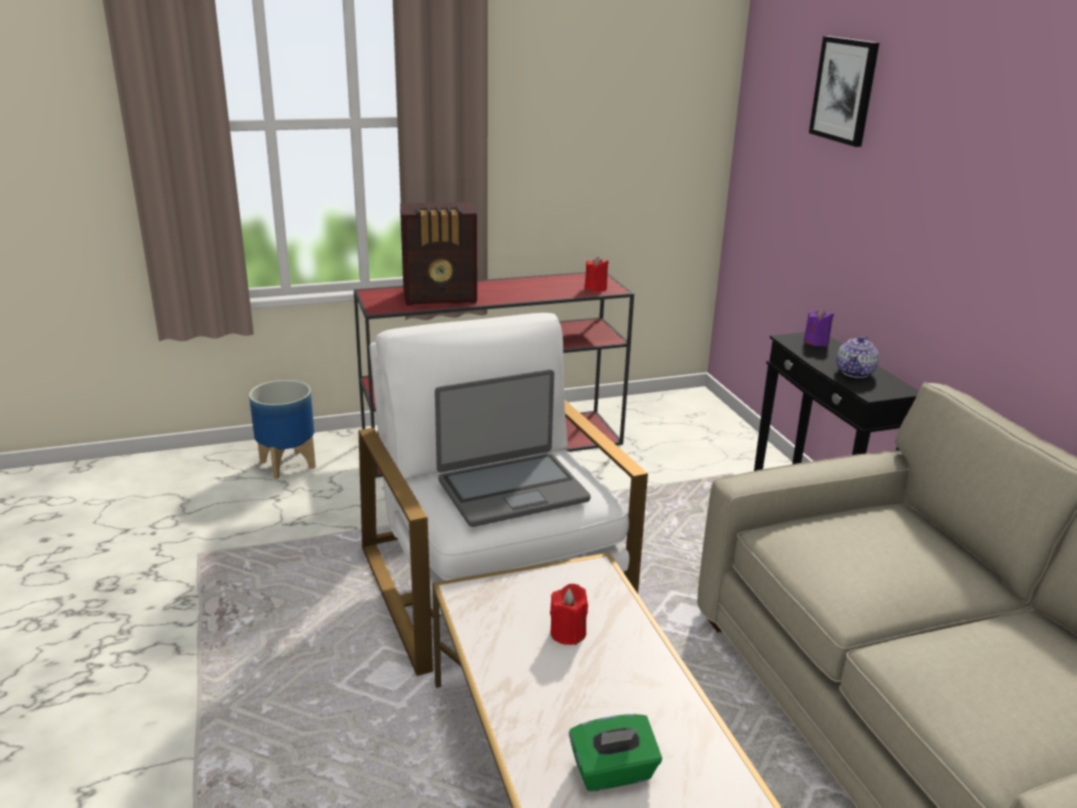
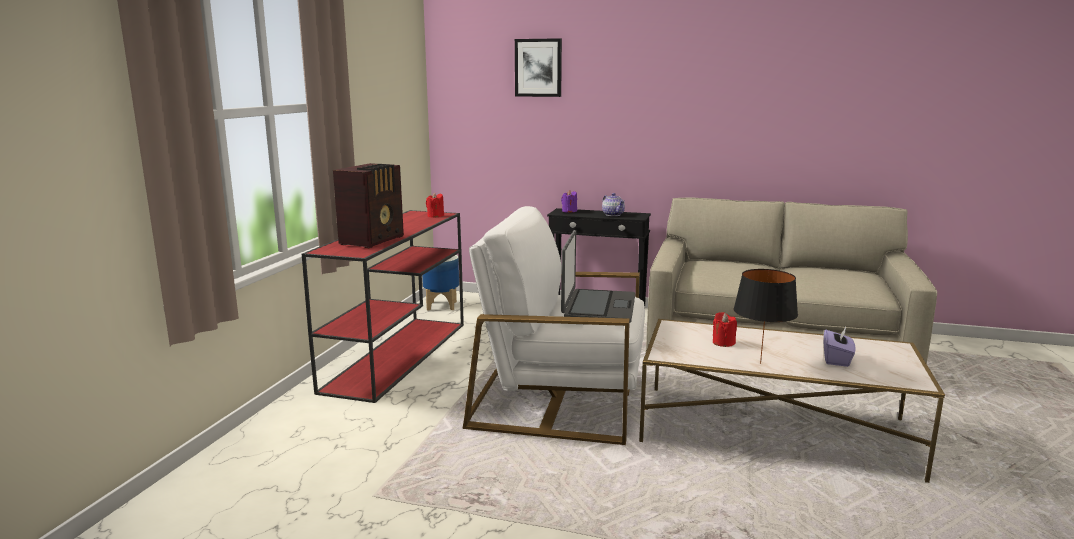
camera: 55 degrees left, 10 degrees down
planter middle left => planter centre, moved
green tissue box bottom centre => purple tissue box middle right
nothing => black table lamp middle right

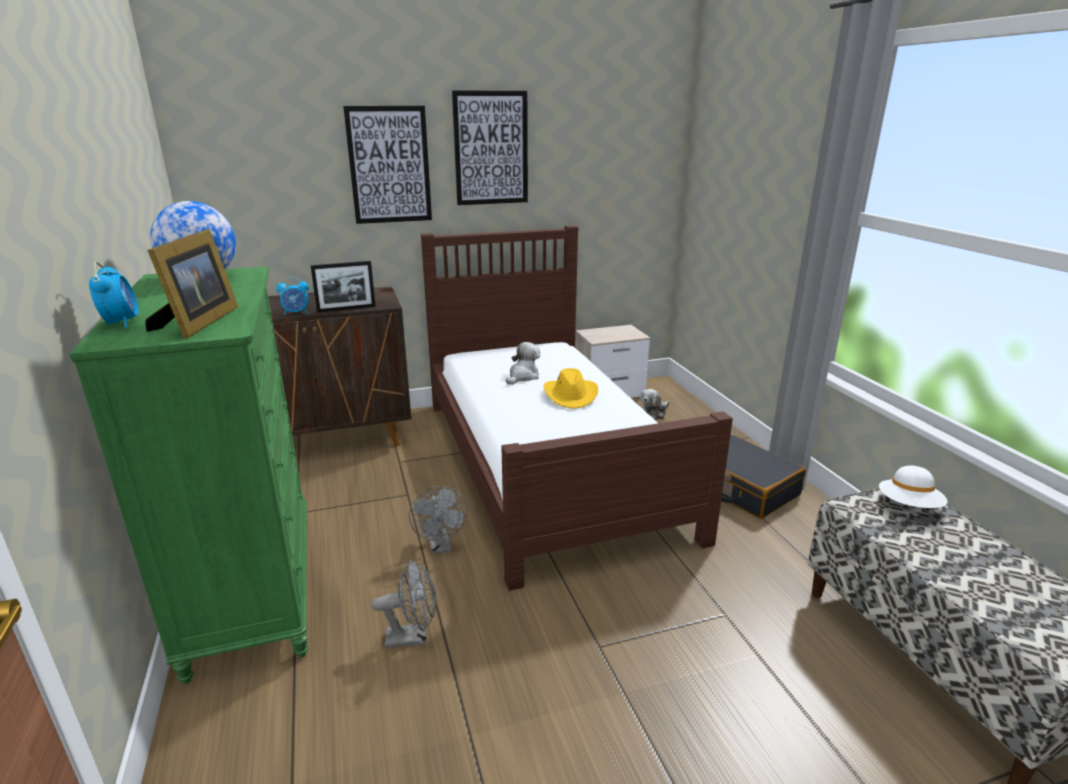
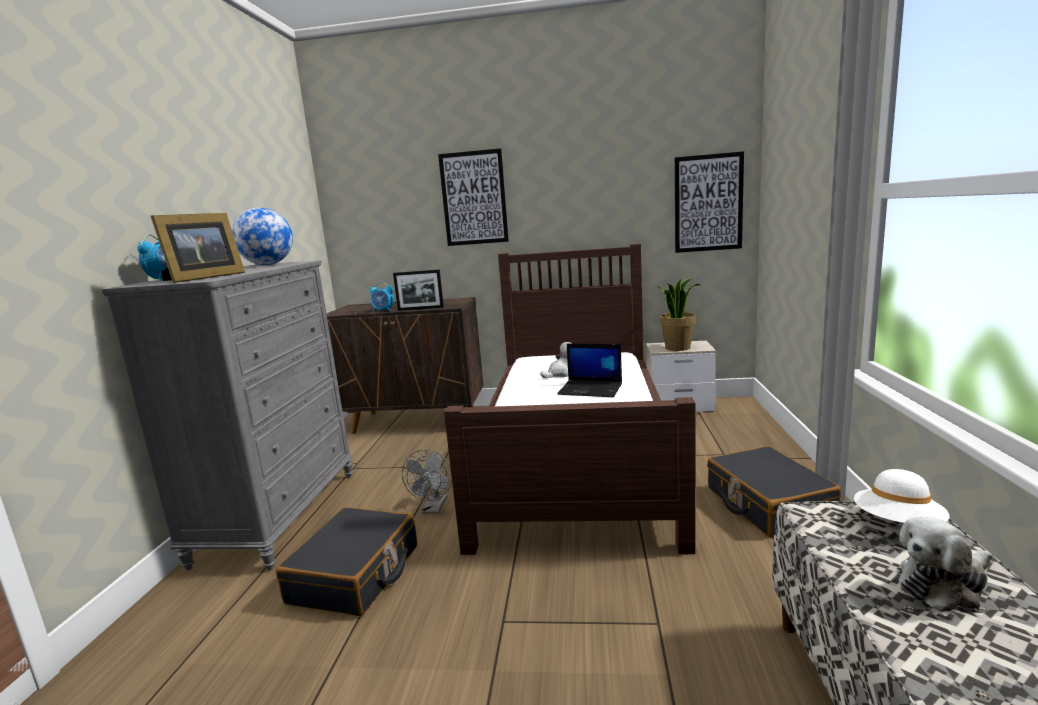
camera: 25 degrees right, 10 degrees down
green dresser middle left => grey dresser middle left
grey fan (1st from left) bottom centre => black suitcase (1st from left) bottom centre
picture (2nd from left) top centre => picture (2nd from left) top right, moved
yellow hat centre => laptop centre
plush toy (2nd from left) centre => plush toy (2nd from left) bottom right, moved
nothing => potted plant centre

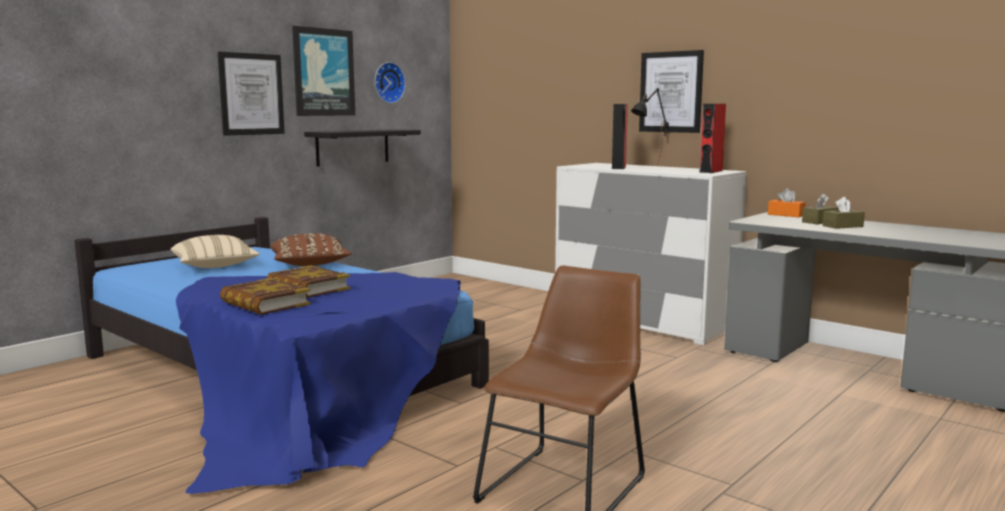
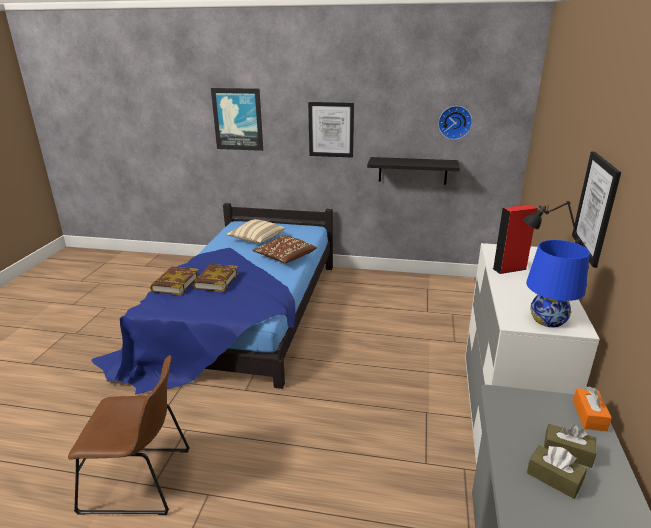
camera: 60 degrees right, 15 degrees up
picture (2nd from left in the first image) top left => picture (1st from left) top centre, moved
red speaker (2nd from left) top right => blue table lamp middle right

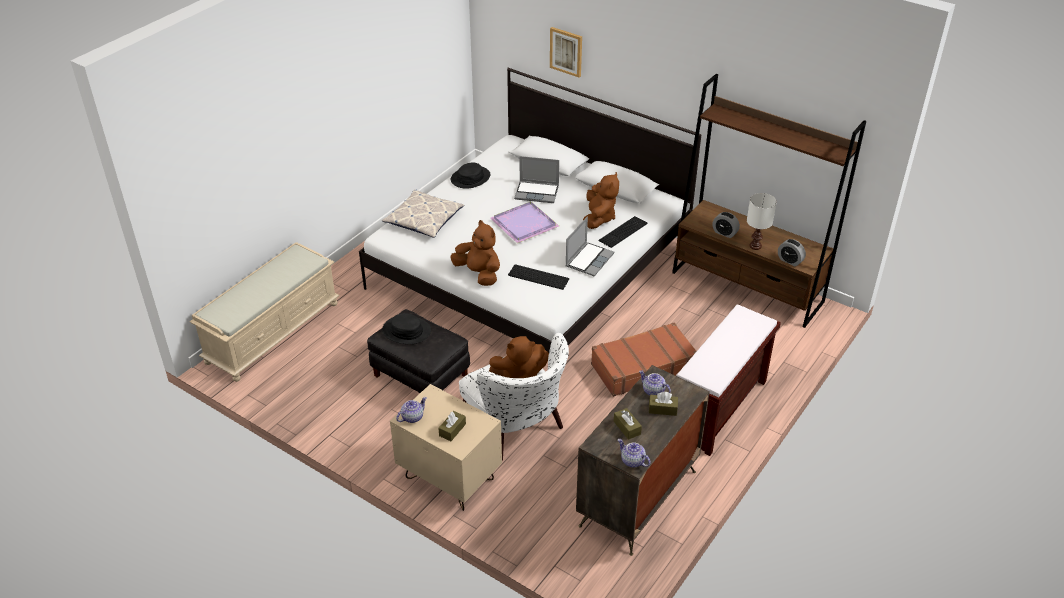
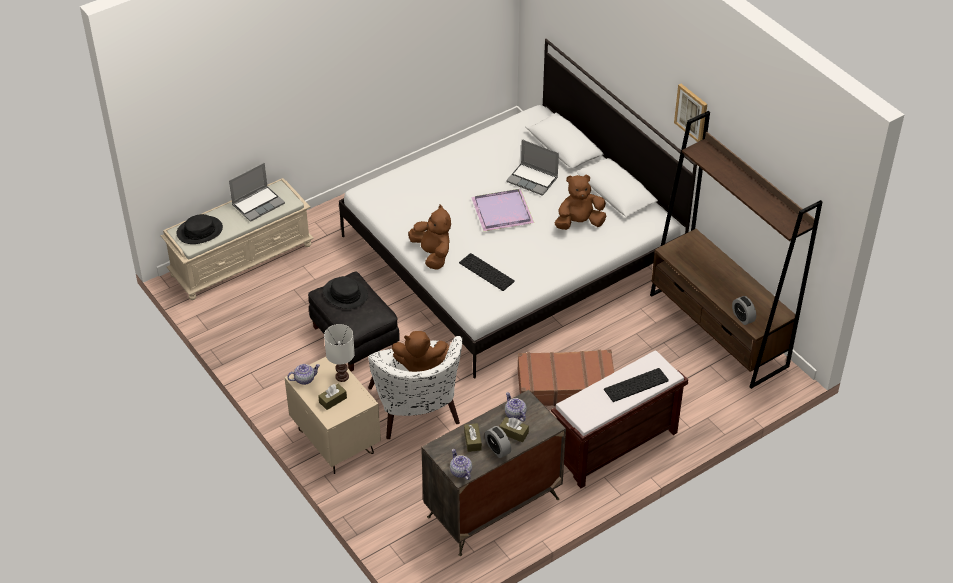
camera: 20 degrees right, 5 degrees up
pillow centre => nothing
black hat (2nd from left in the first image) top centre => black hat (1st from left) middle left, moved
picture top centre => picture top right, moved
laptop (2nd from left in the first image) centre => laptop (1st from left) top left, moved
brown plush toy (3rd from left) centre, 135 degrees counterclockwise
keyboard (2nd from left) centre => keyboard (2nd from left) middle right, moved
alarm clock (1st from left) middle right => alarm clock (1st from left) bottom centre, moved
white table lamp middle right => white table lamp centre, moved

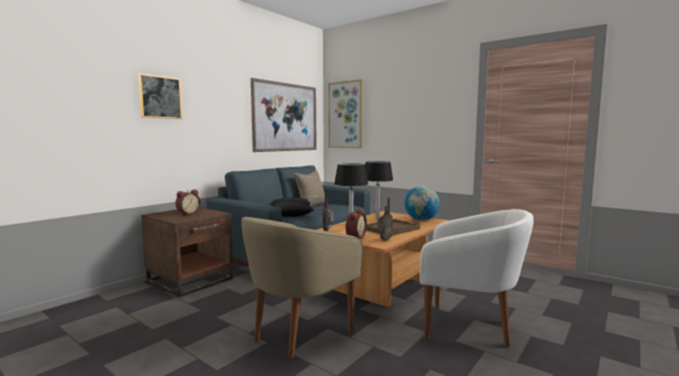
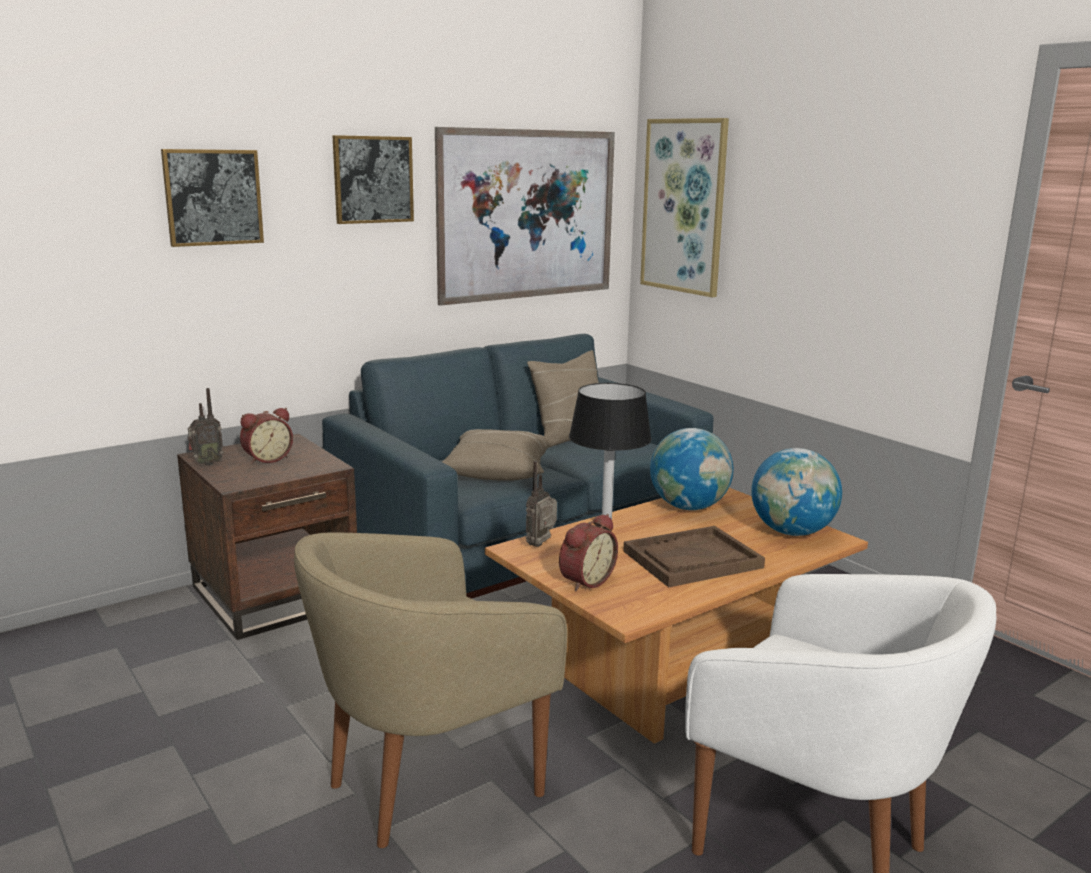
camera: 15 degrees right, 10 degrees up
black pillow centre => beige pillow (1st from left) centre
black table lamp (2nd from left) centre => globe (1st from left) centre
radio (2nd from left in the first image) centre => radio (1st from left) middle left, moved
nothing => picture (2nd from left) top centre

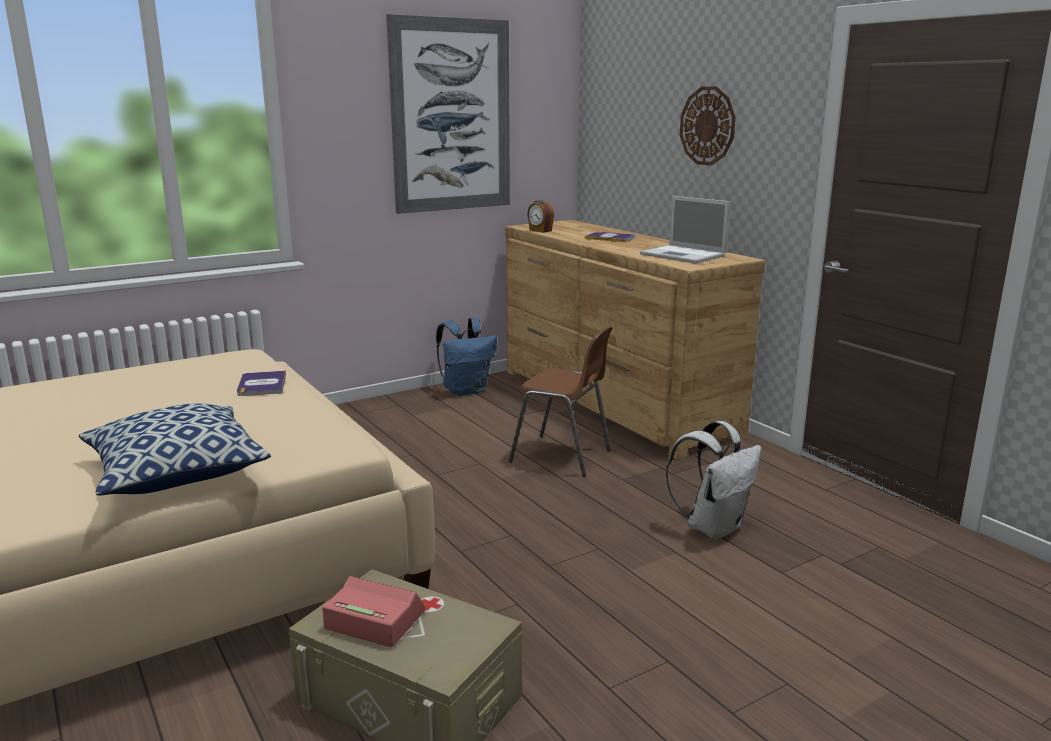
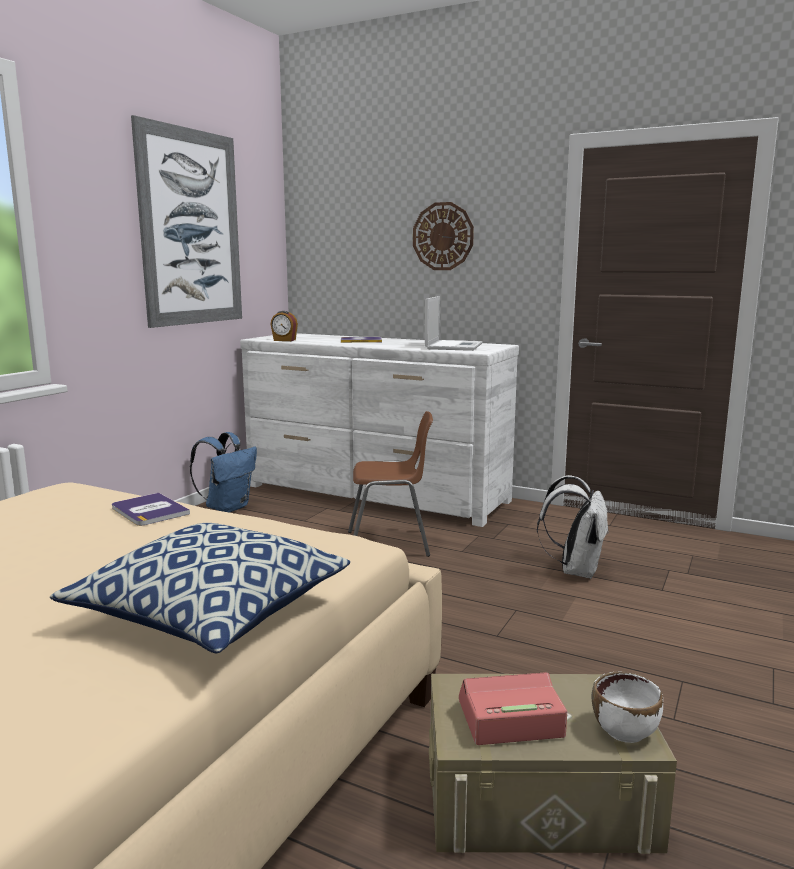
camera: 30 degrees left, 5 degrees down
brown dresser centre => white dresser centre
laptop top centre => laptop centre, 90 degrees counterclockwise
nothing => white bowl bottom right

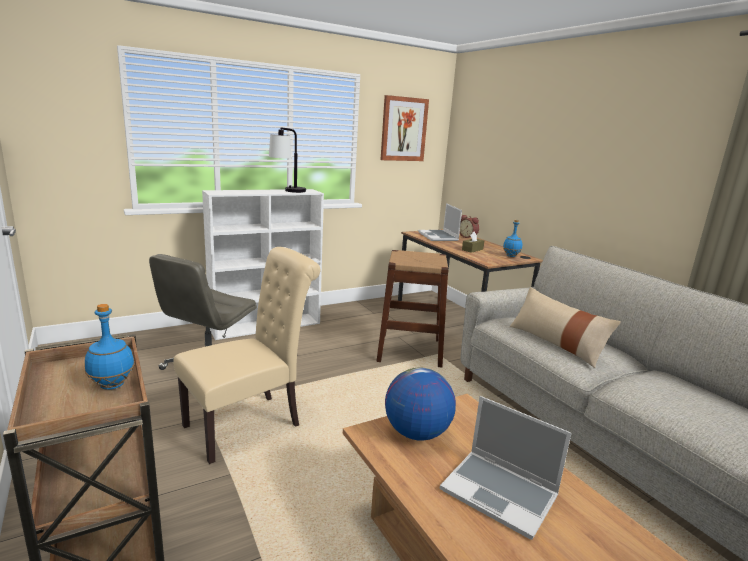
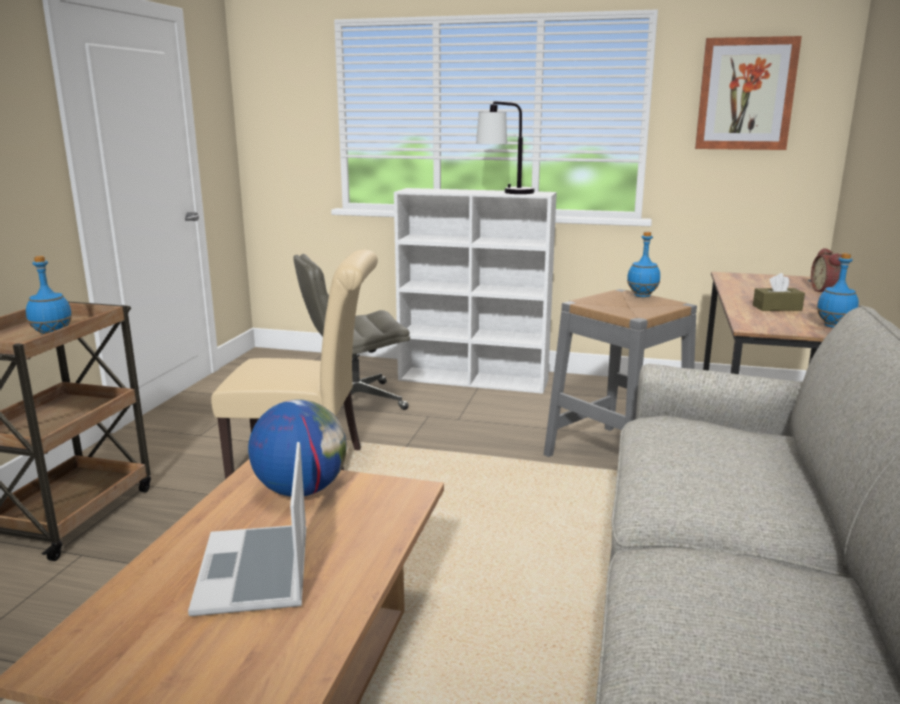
camera: 45 degrees right, 0 degrees up
brown stool centre => grey stool middle right
laptop (1st from left) centre => nothing
beige pillow middle right => nothing
nothing => blue bottle (2nd from left) middle right

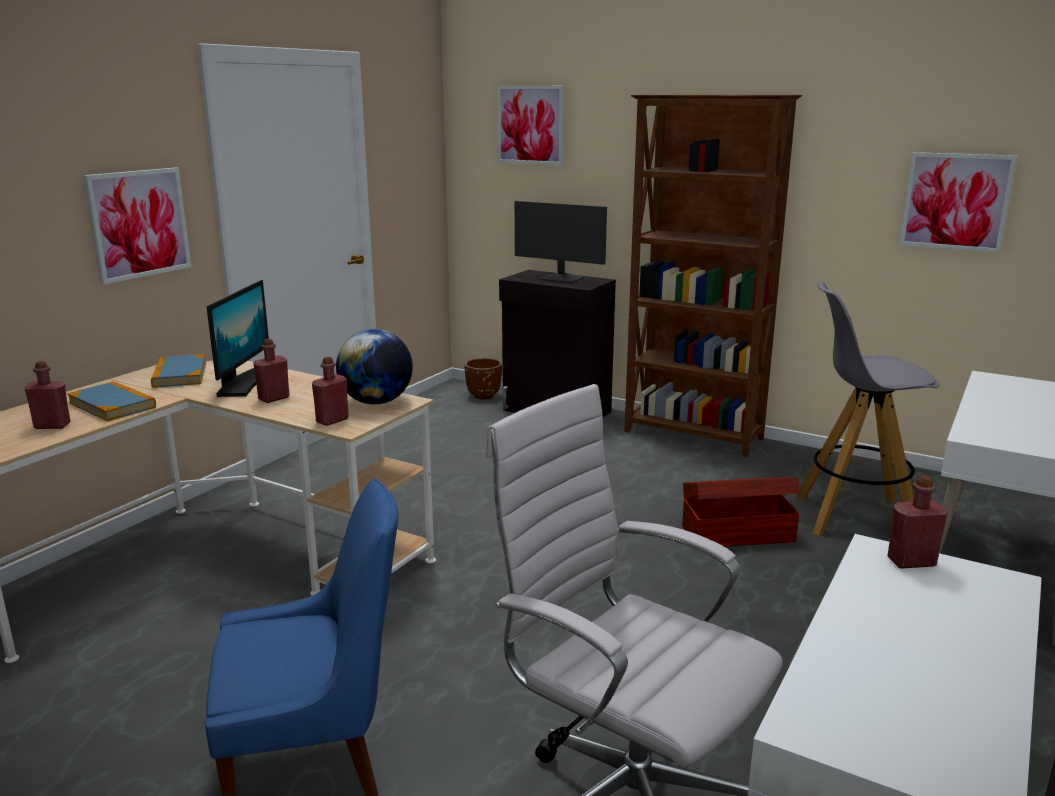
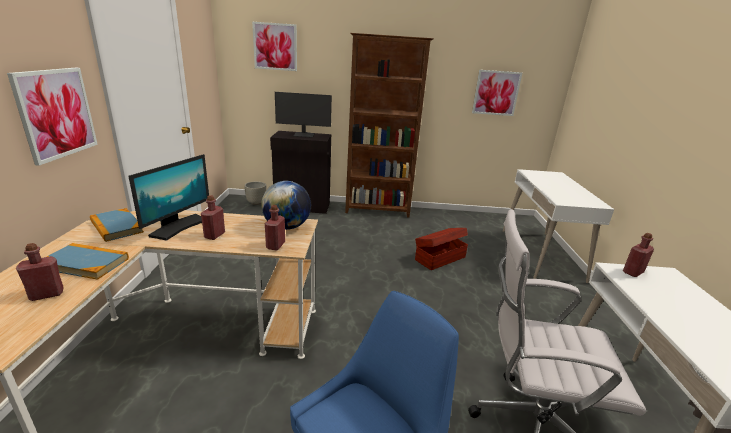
camera: 30 degrees left, 5 degrees up
monitor (1st from left) middle left, 45 degrees clockwise
brown planter centre => grey planter centre
grey stool middle right => nothing

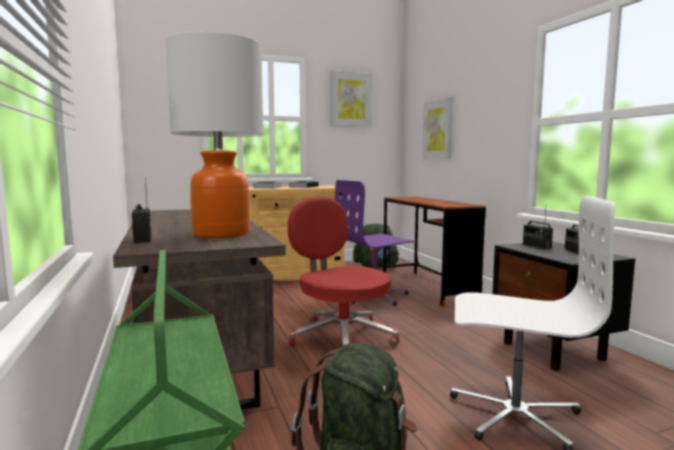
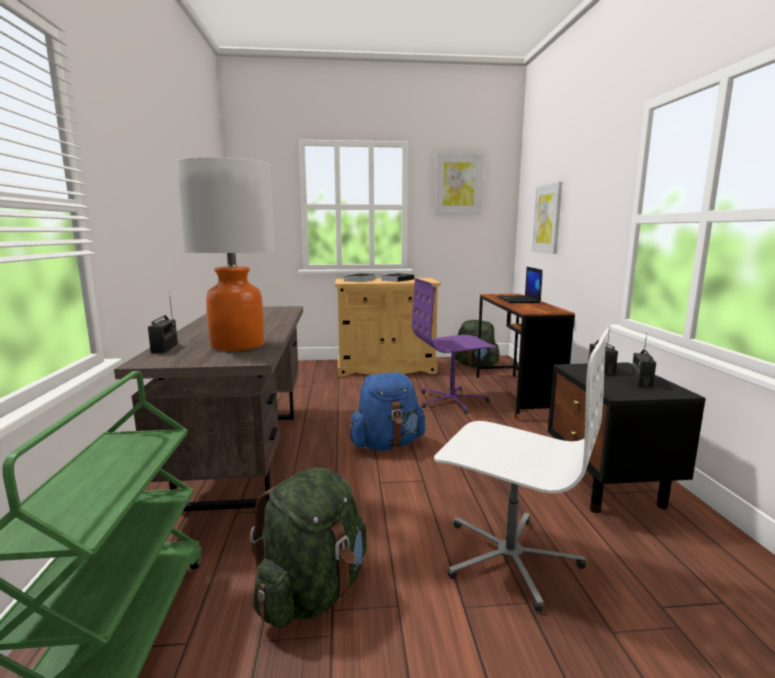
camera: 15 degrees right, 5 degrees up
red office chair centre => blue backpack centre
nothing => laptop middle right

